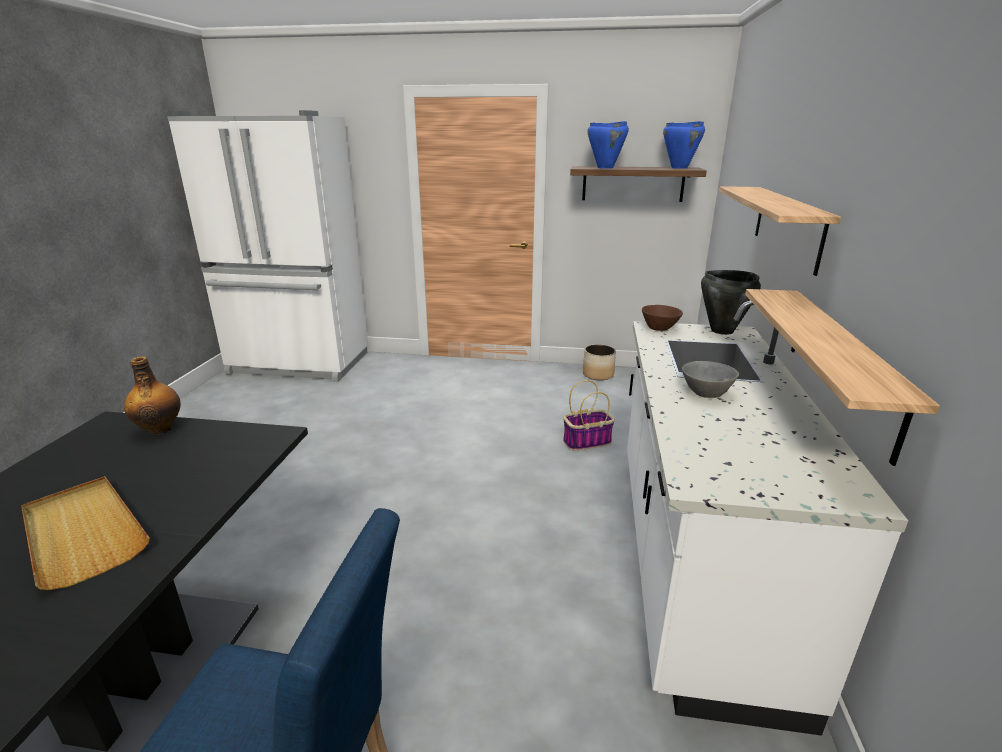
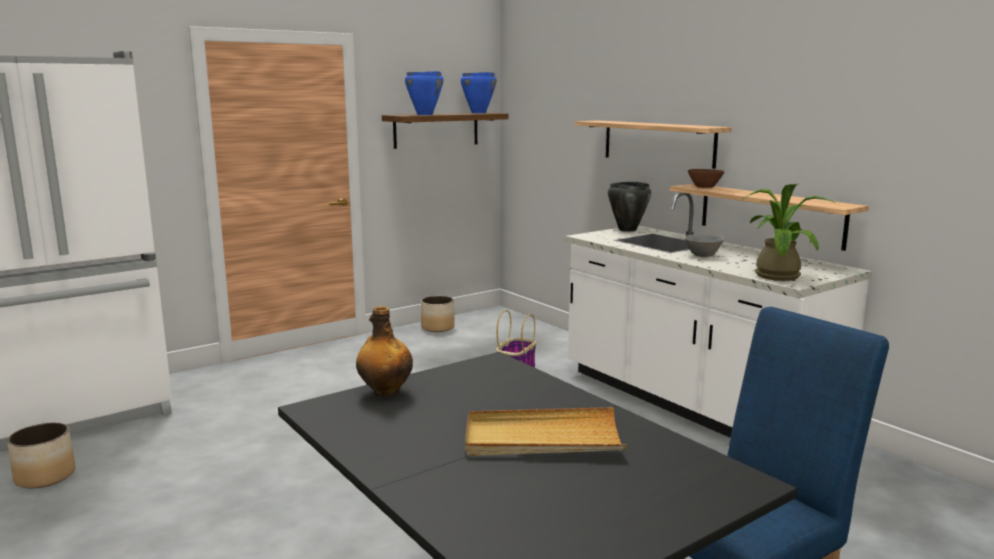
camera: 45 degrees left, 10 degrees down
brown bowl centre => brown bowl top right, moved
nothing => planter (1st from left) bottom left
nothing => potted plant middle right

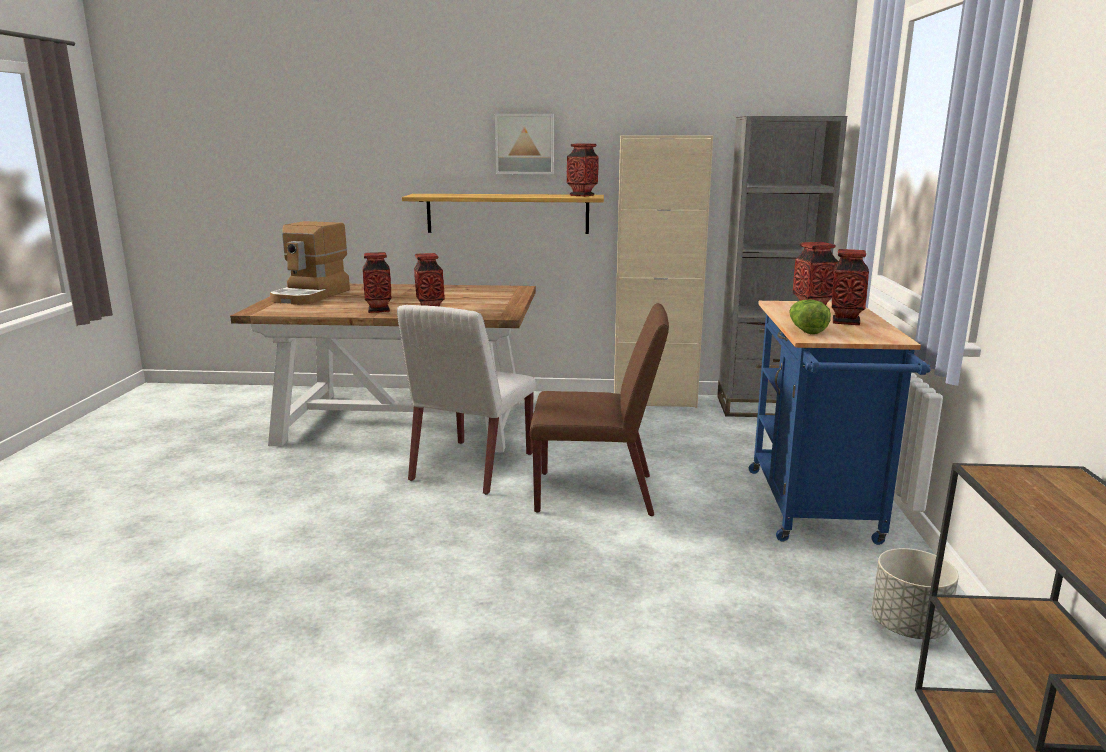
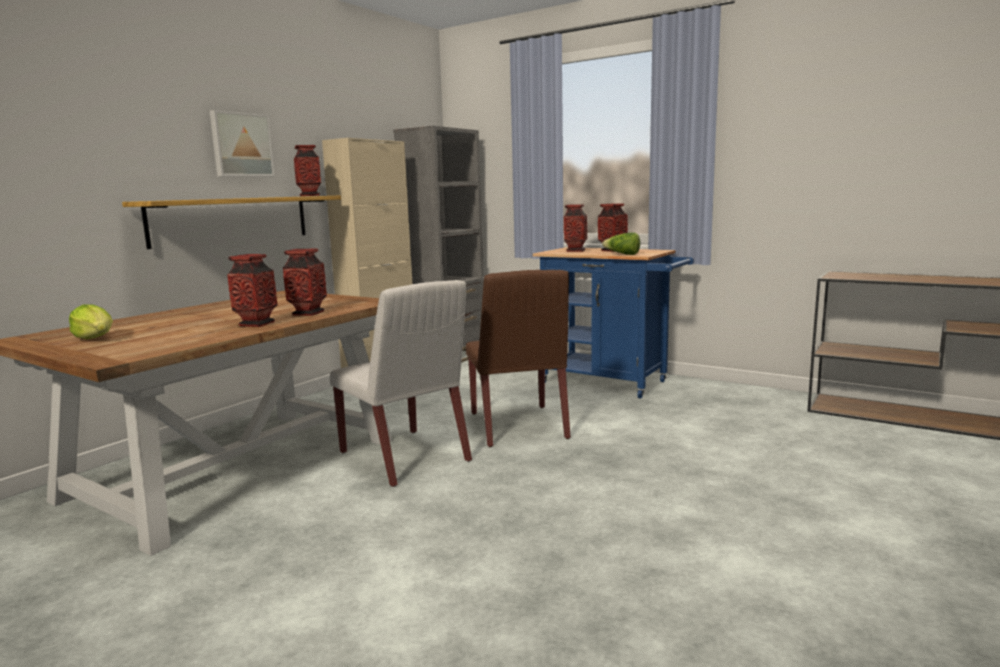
camera: 60 degrees left, 5 degrees down
coffee machine middle left => lettuce (1st from left) middle left
brown chair centre, 135 degrees clockwise
grey planter bottom right => nothing

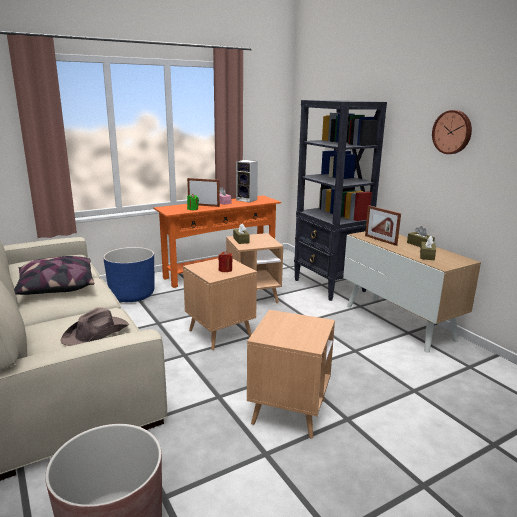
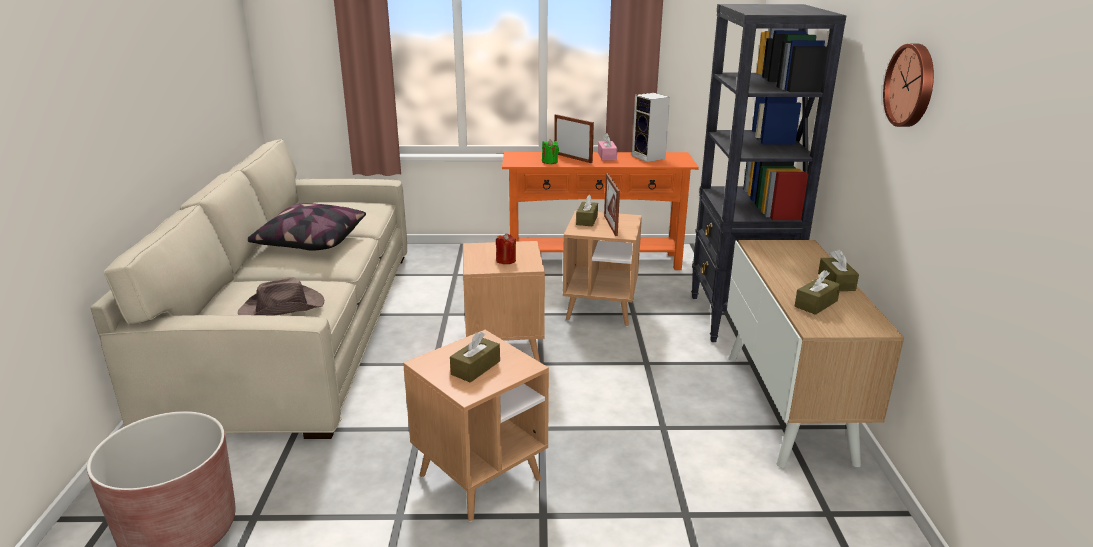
camera: 30 degrees right, 5 degrees up
blue planter middle left => nothing
picture frame (2nd from left) middle right => picture frame (2nd from left) centre, moved
nothing => brown tissue box (1st from left) centre

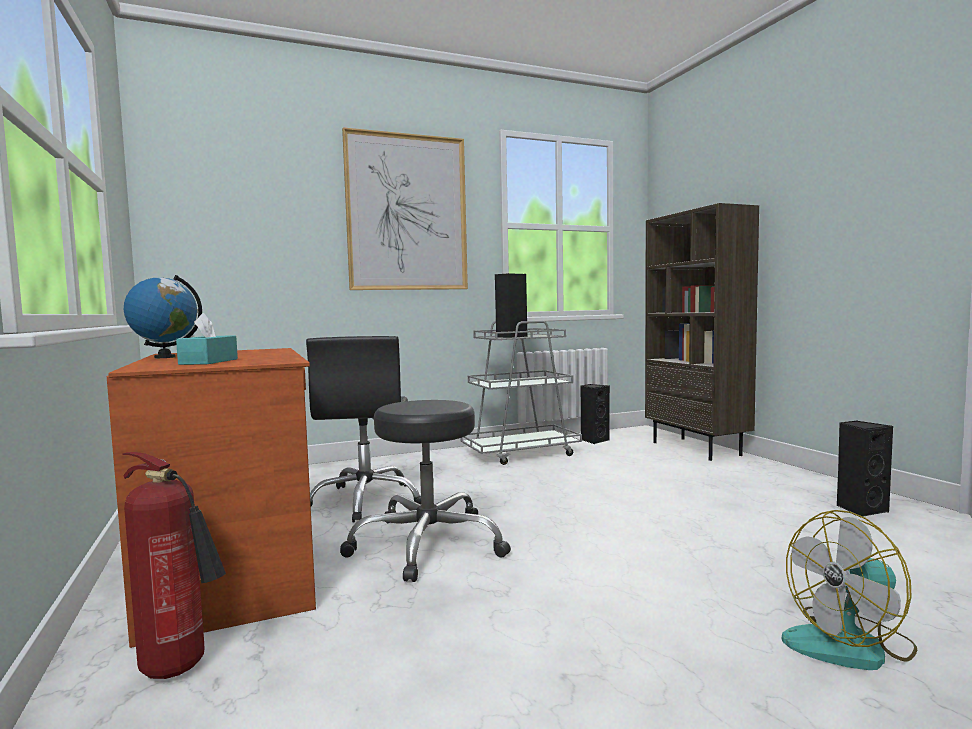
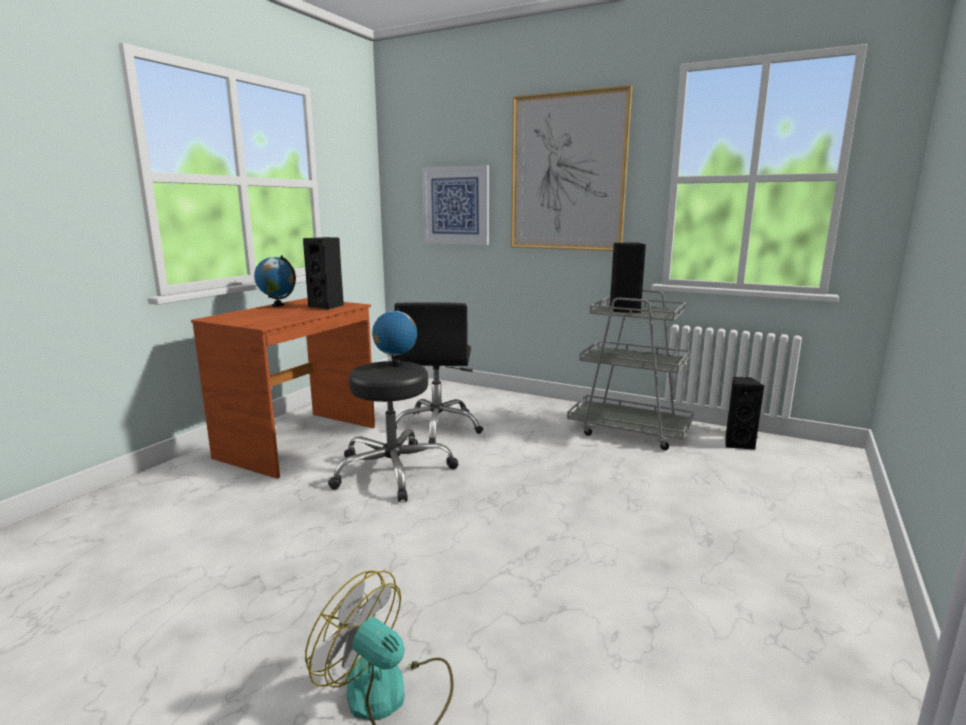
camera: 50 degrees right, 10 degrees up
fire extinguisher bottom left => nothing
turquoise tissue box middle left => nothing
black office chair centre, 45 degrees counterclockwise
brown bookcase middle right => nothing
black speaker (3rd from left in the first image) middle right => black speaker (1st from left) centre, moved
nothing => globe (2nd from left) centre
nothing => picture (1st from left) top centre

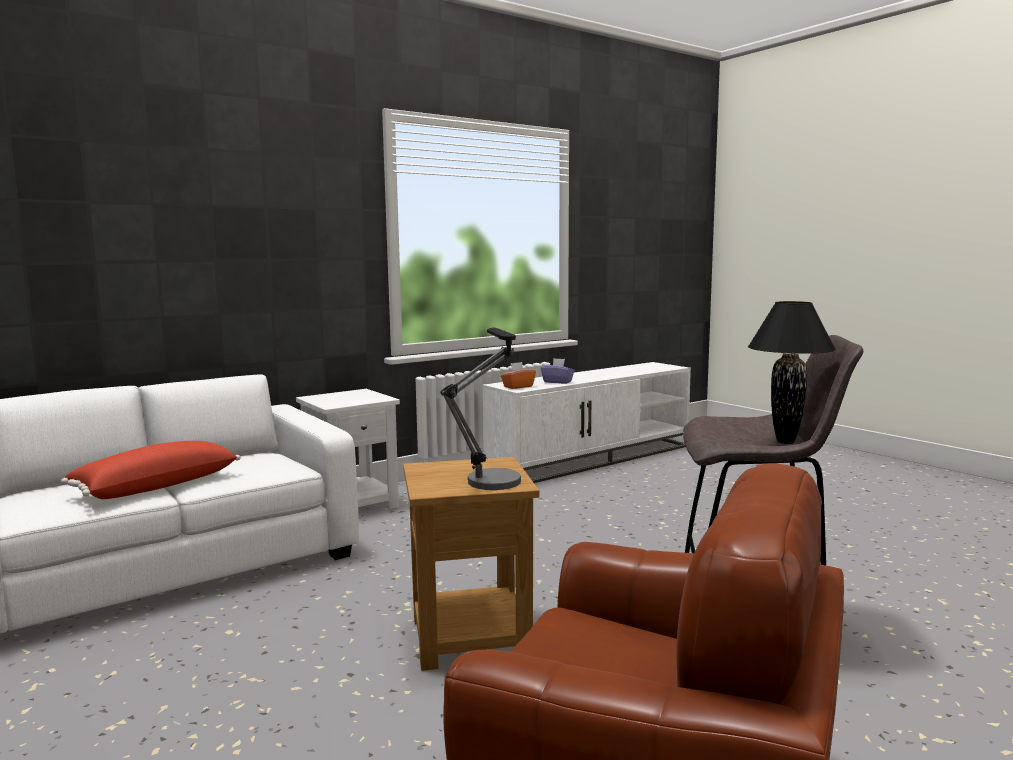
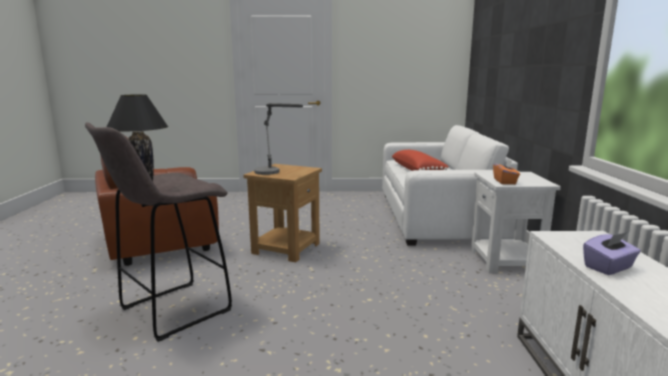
camera: 125 degrees right, 5 degrees up
orange tissue box centre => orange tissue box middle right, moved

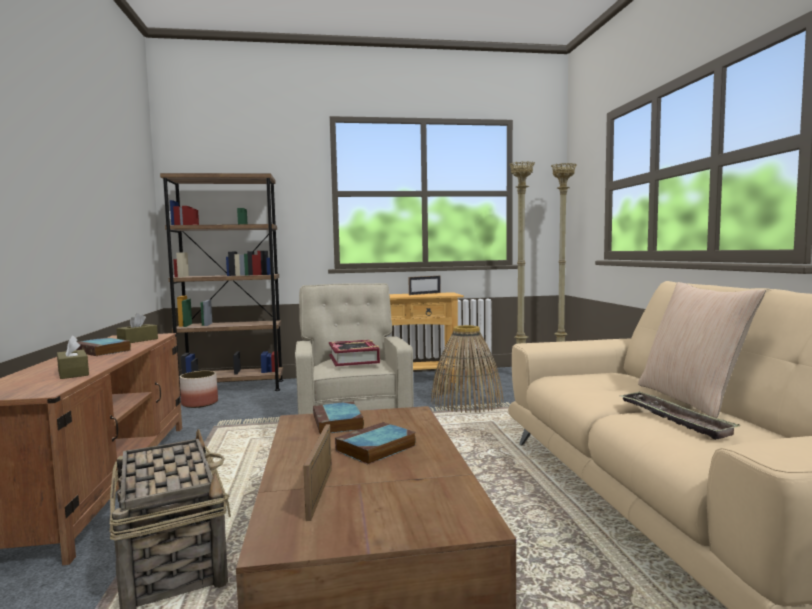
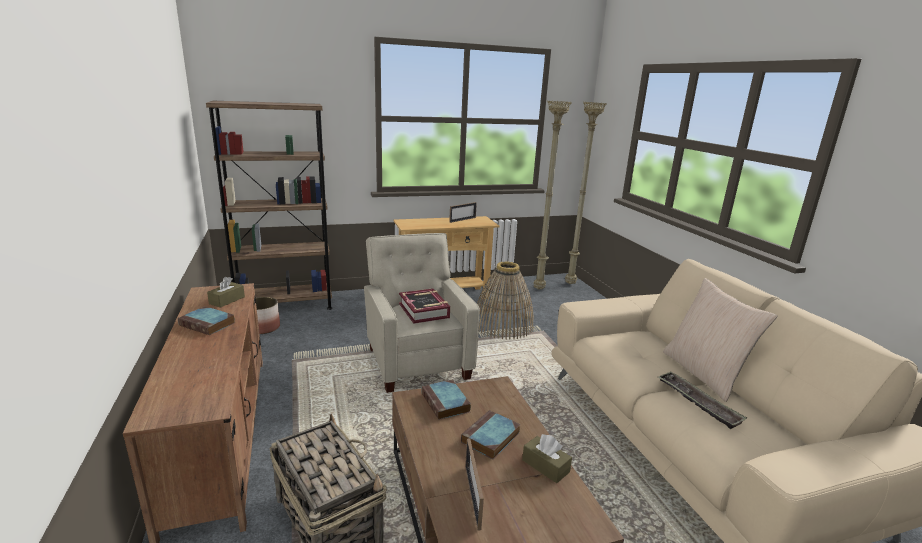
camera: 10 degrees left, 15 degrees up
brown tissue box (1st from left in the first image) middle left => brown tissue box (2nd from left) bottom centre, moved

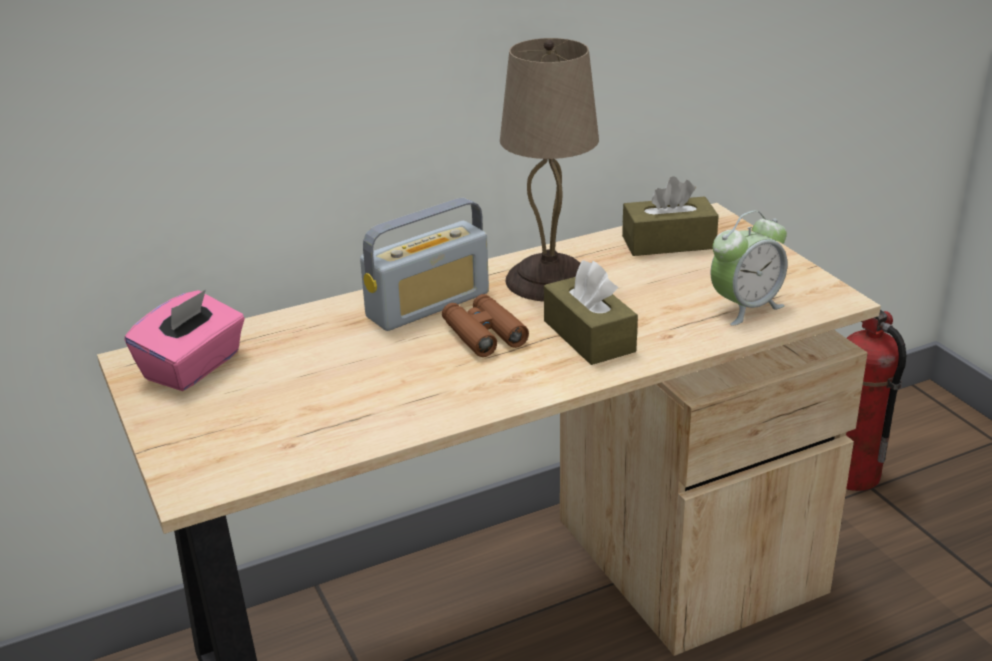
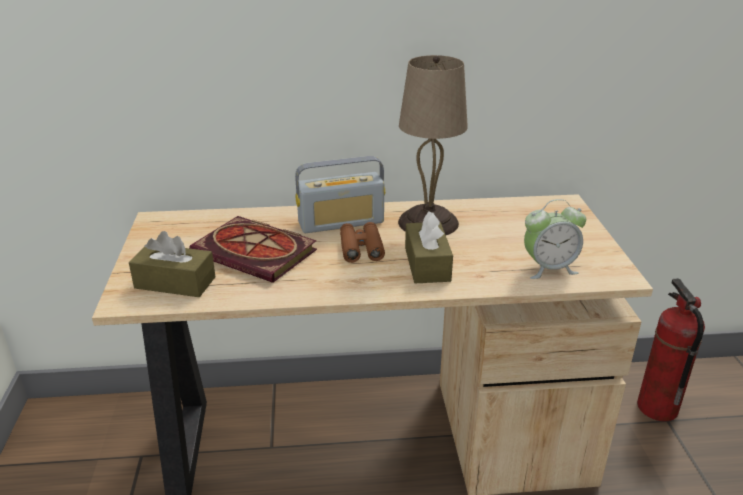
camera: 20 degrees right, 0 degrees up
pink tissue box middle left => nothing
brown tissue box (2nd from left in the first image) top right => brown tissue box (1st from left) middle left, moved
nothing => book centre

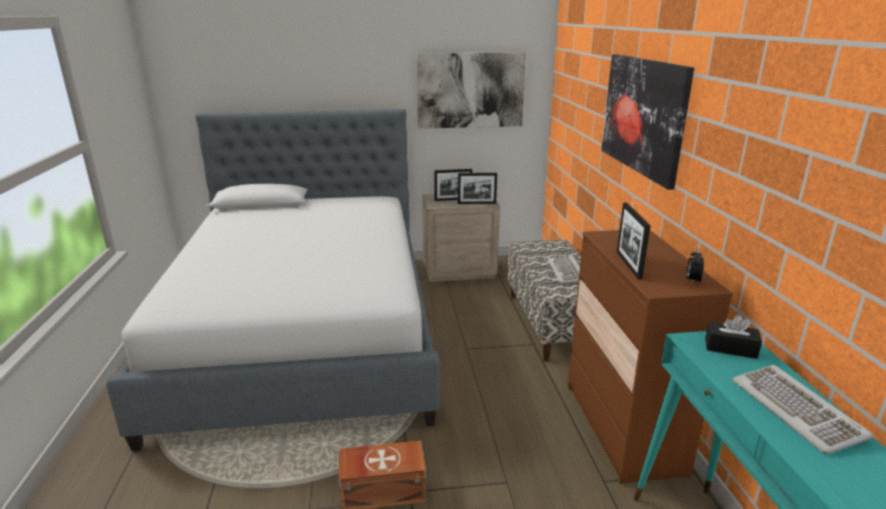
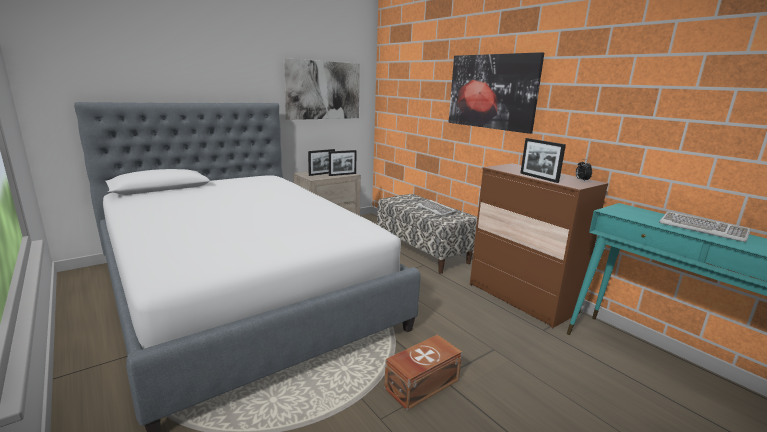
camera: 30 degrees left, 5 degrees down
black tissue box middle right => nothing

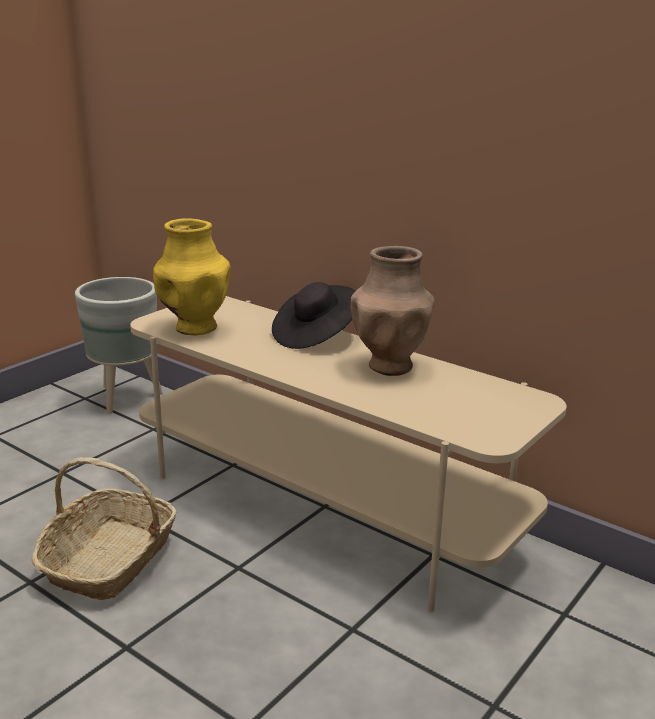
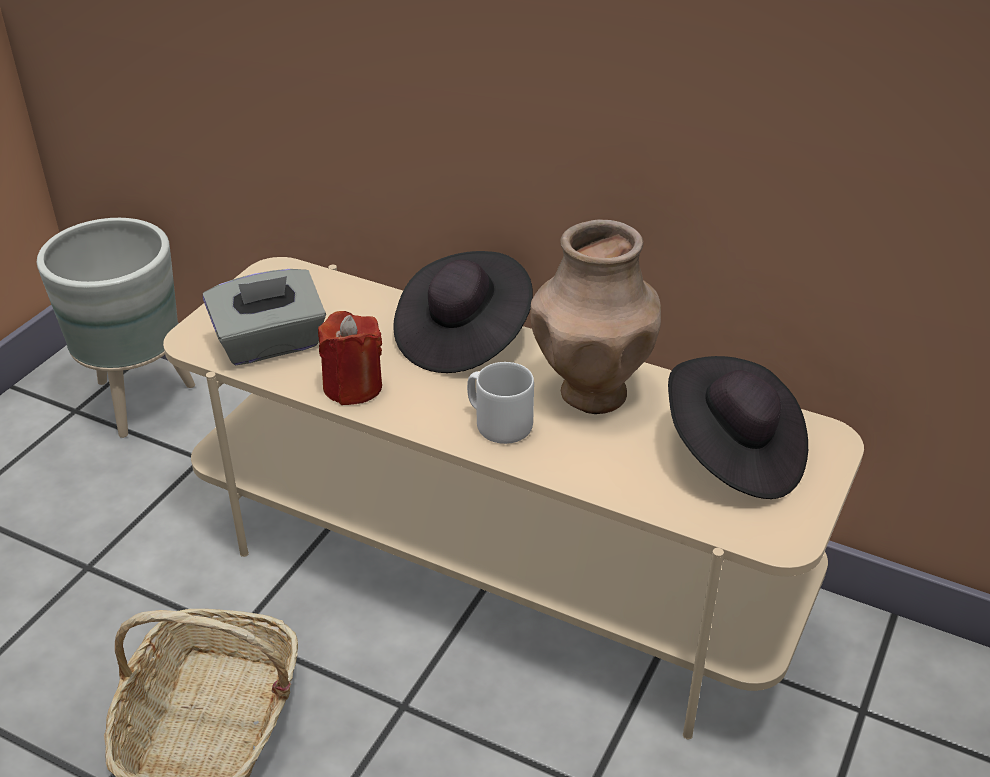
camera: 10 degrees left, 15 degrees up
yellow vase middle left => grey tissue box middle left
nothing => red candle centre
nothing => grey mug centre
nothing => black hat (2nd from left) middle right

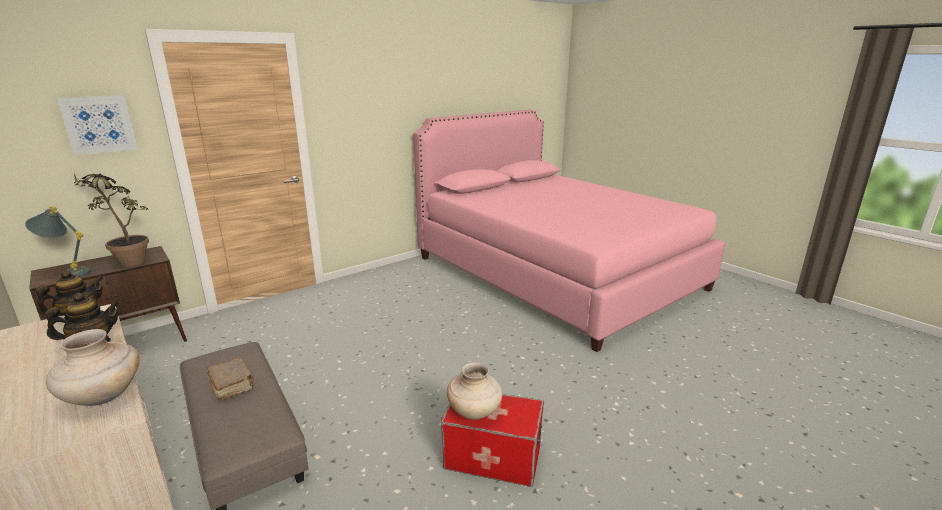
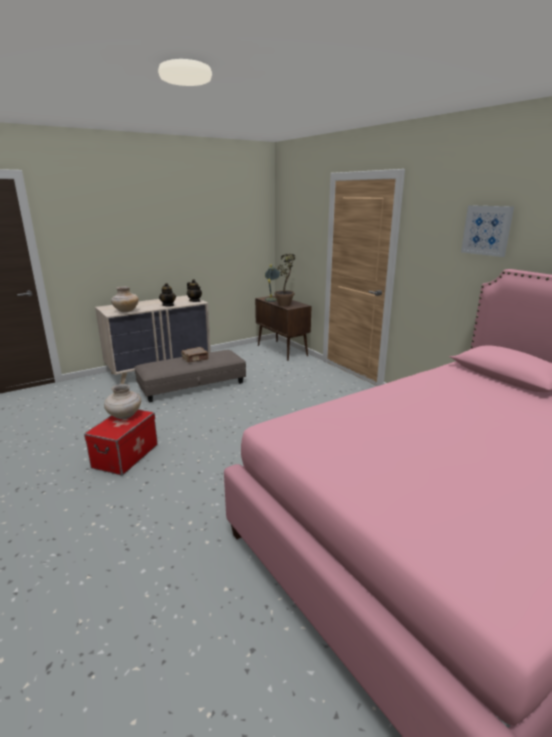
camera: 95 degrees right, 0 degrees up
picture top left => picture top right, moved

